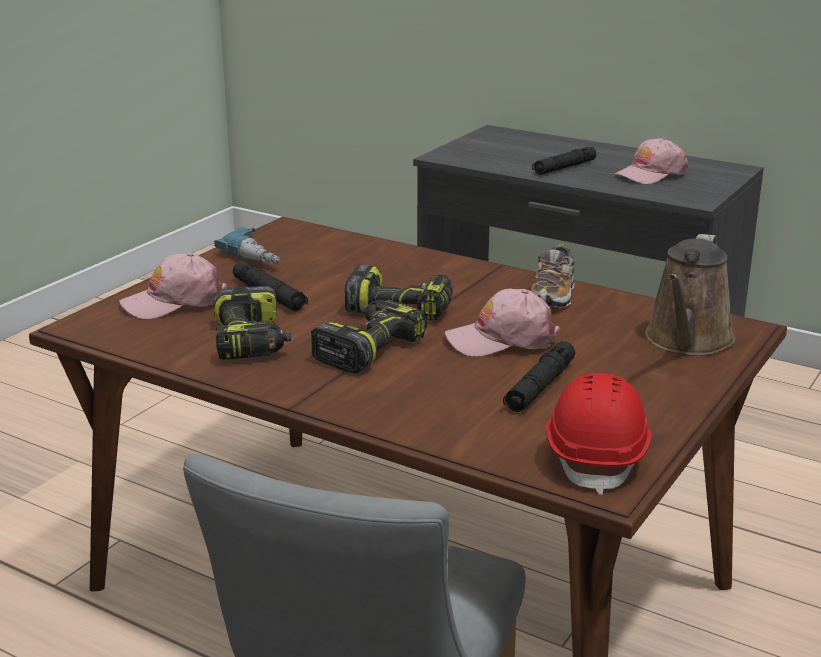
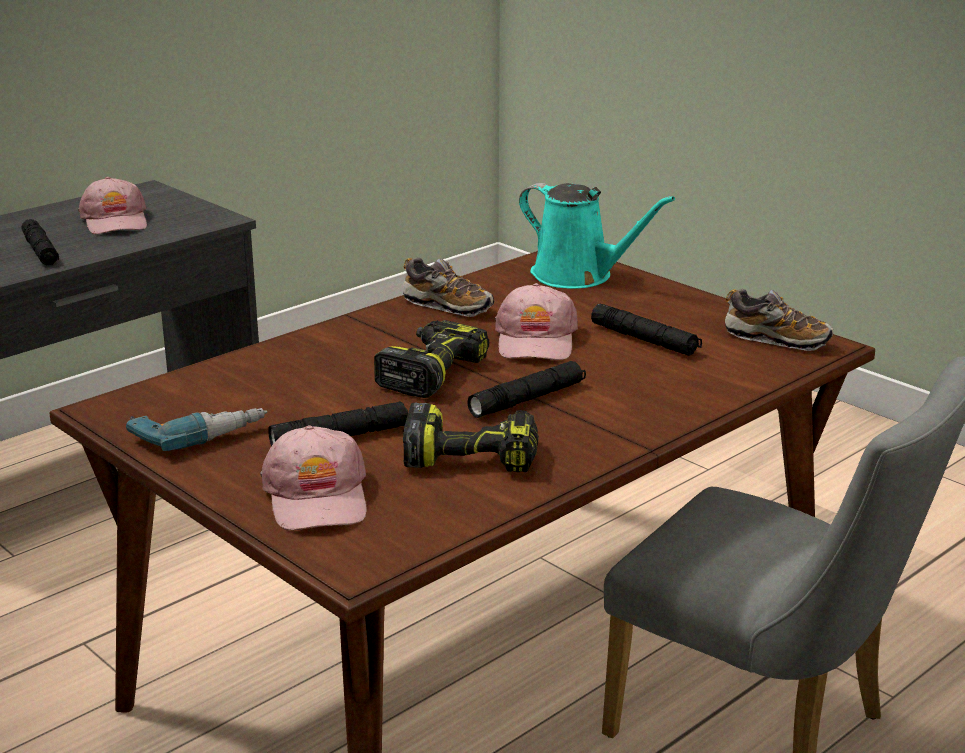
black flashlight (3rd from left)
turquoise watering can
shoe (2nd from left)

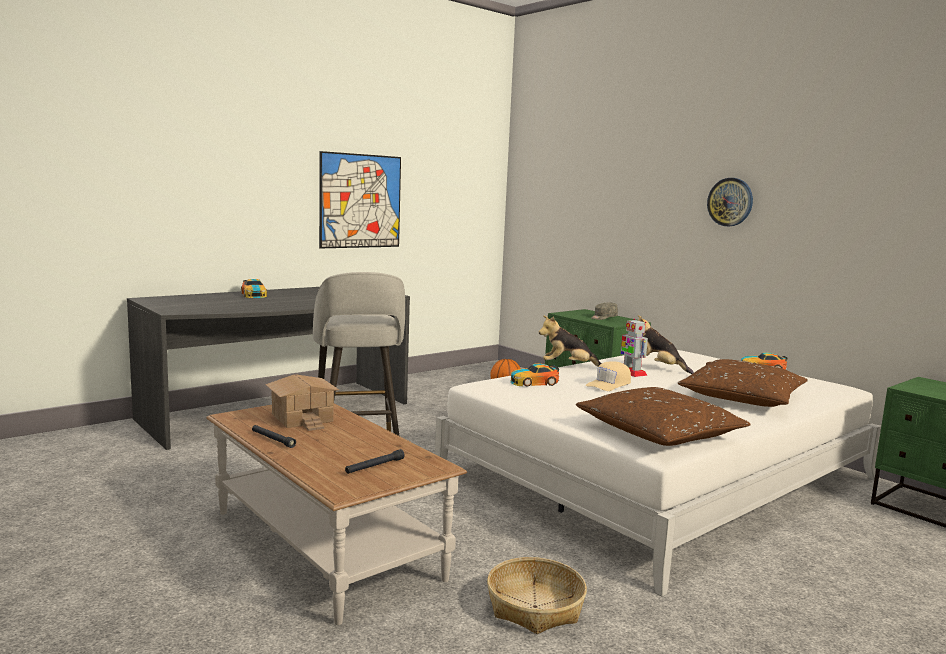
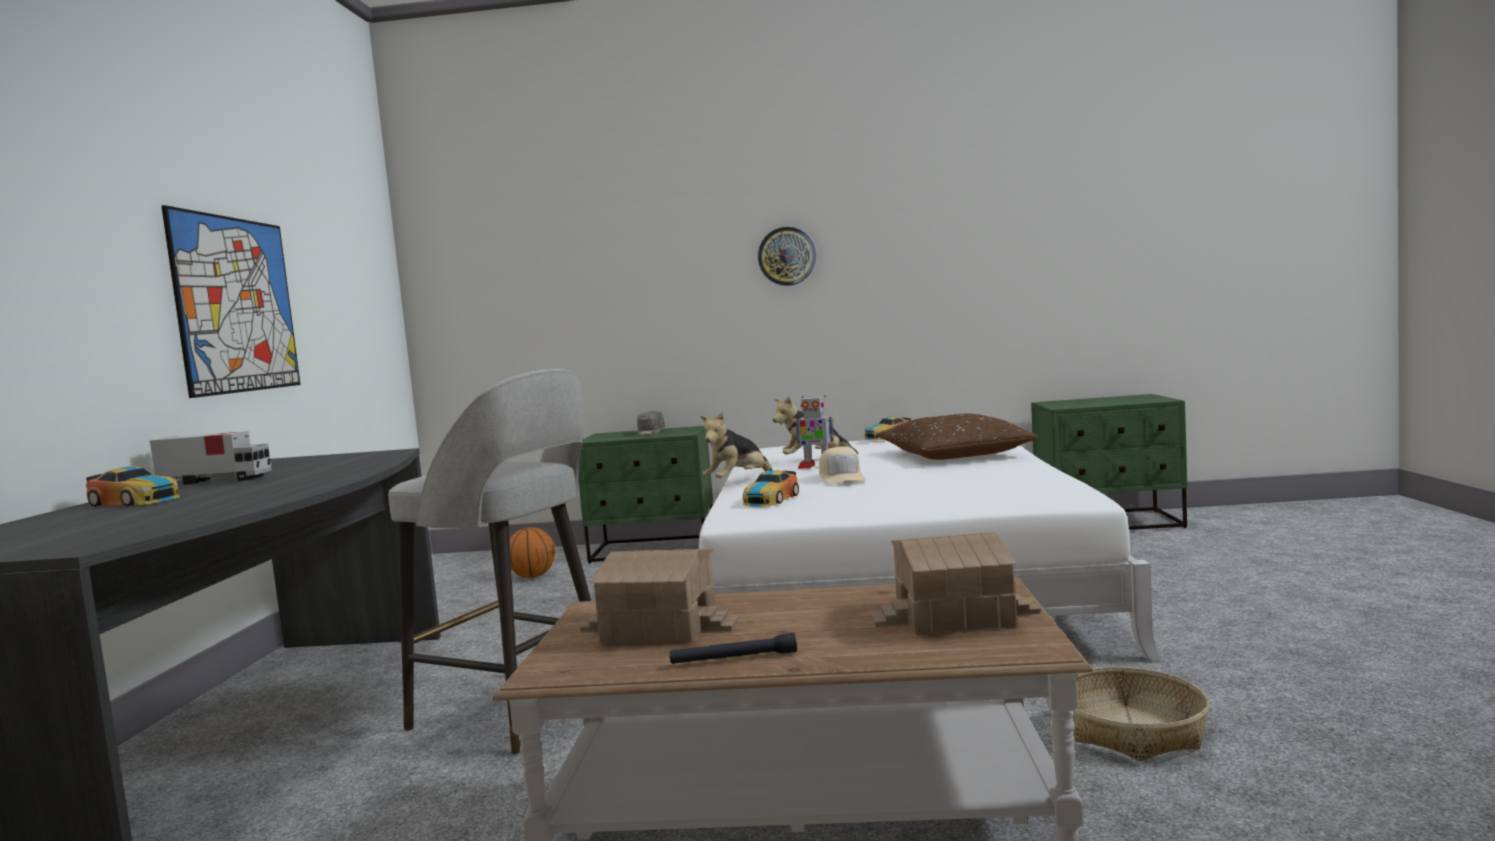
toy truck
toy house (2nd from left)
brown pillow (1st from left in the first image)

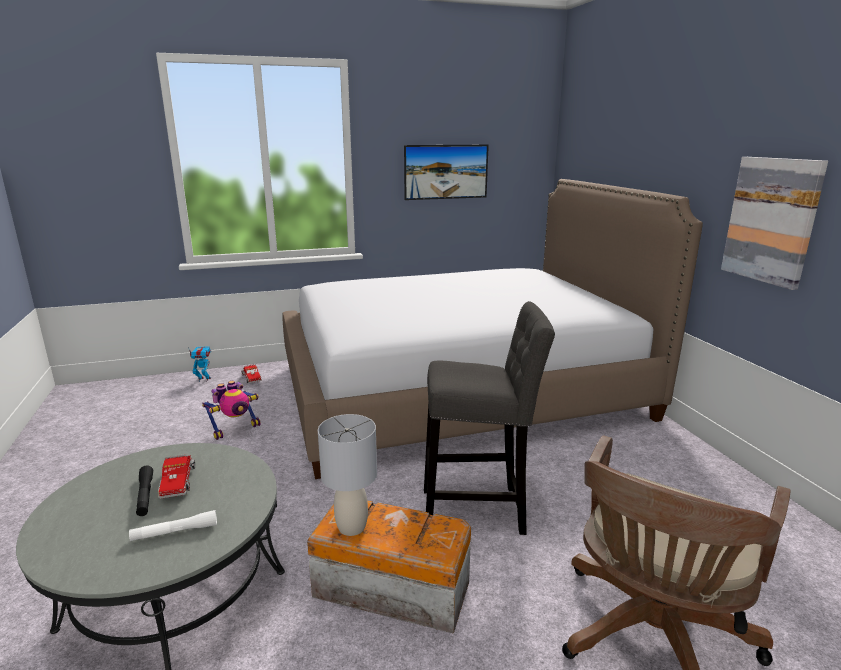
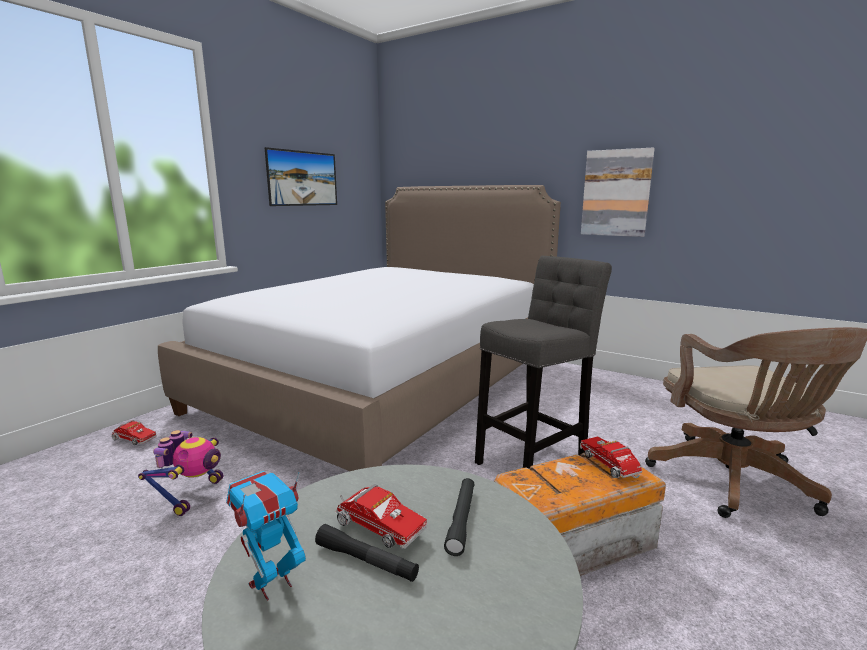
toy robot (2nd from left)
black flashlight (2nd from left)
toy truck (3rd from left)
white flashlight
grey table lamp

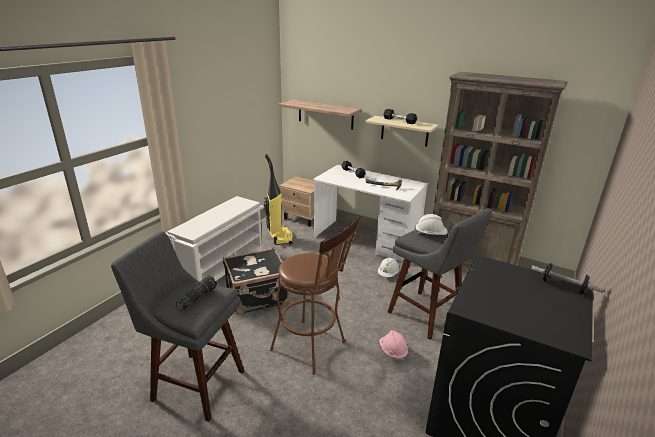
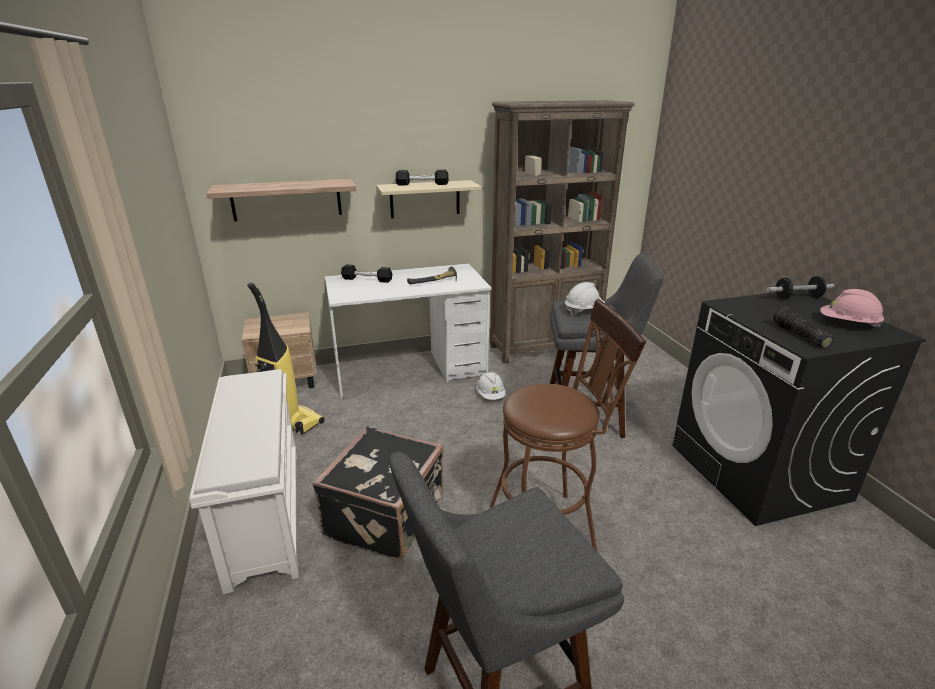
flashlight
pink hard hat

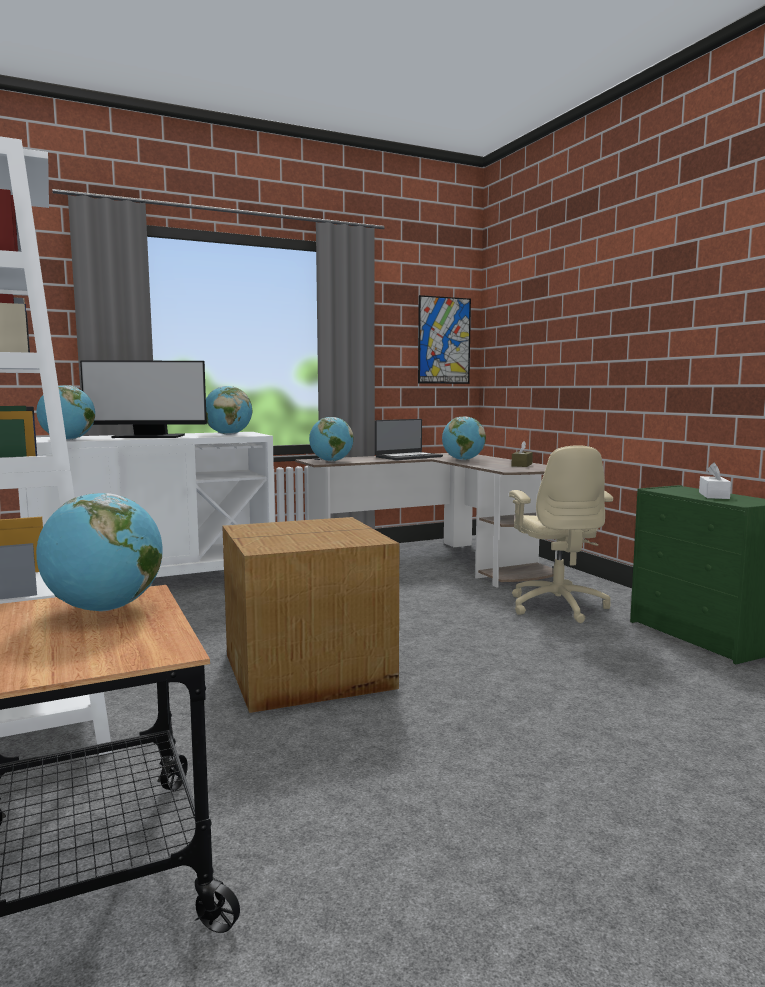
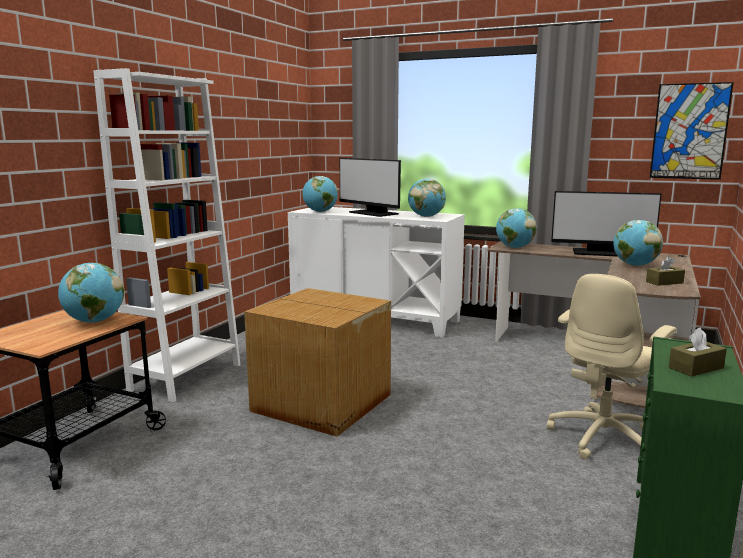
monitor (2nd from left)
brown tissue box (2nd from left)

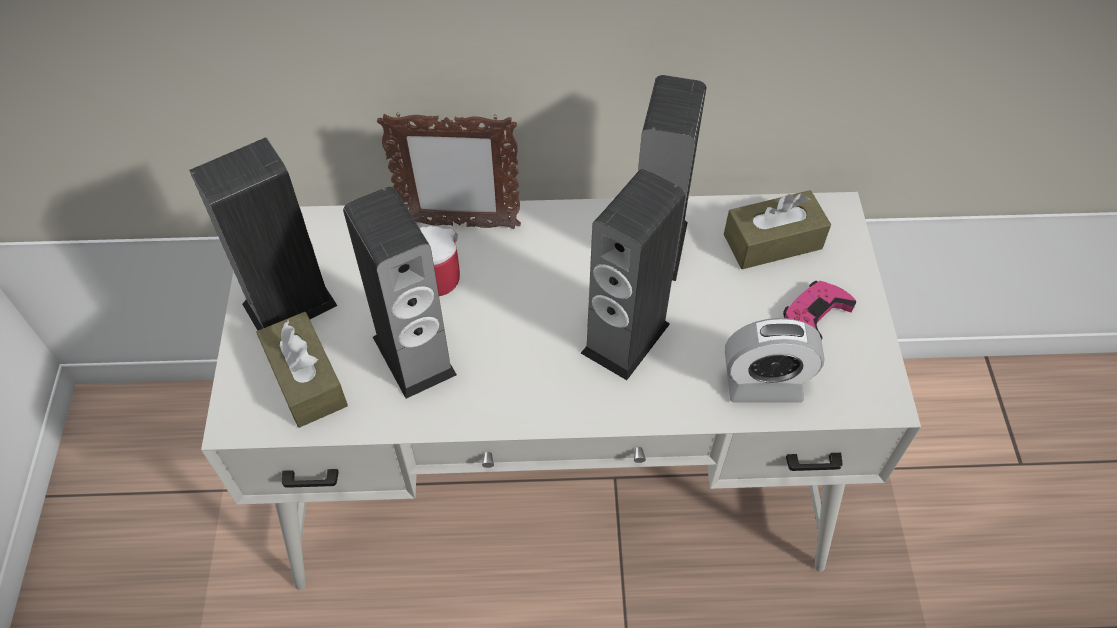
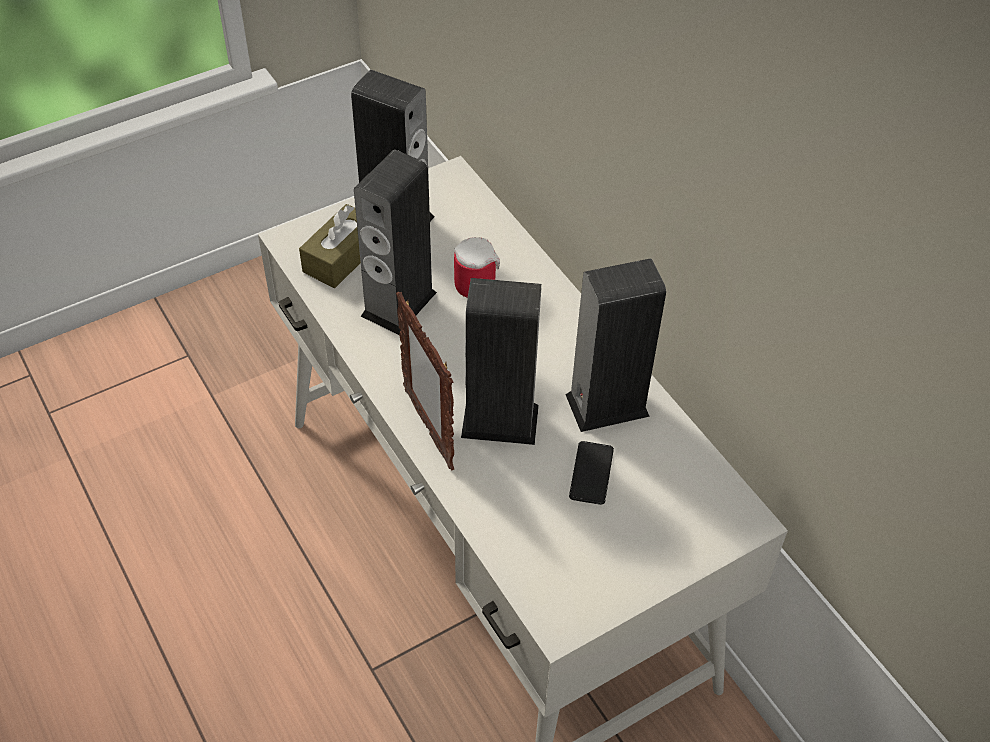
picture frame
phone
brown tissue box (2nd from left in the first image)
alarm clock
pink game controller

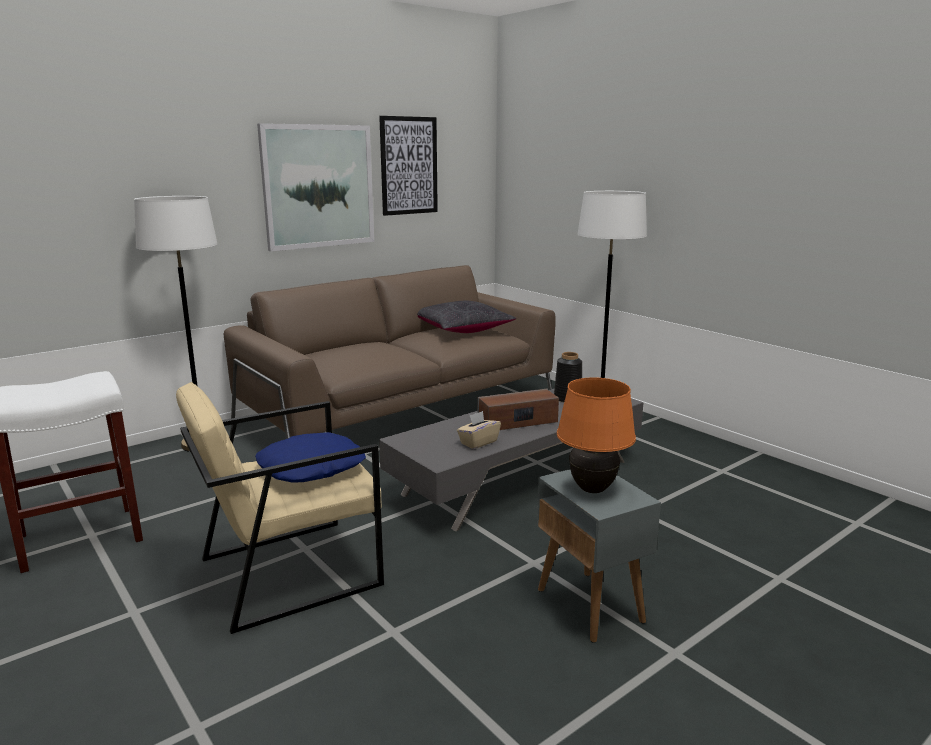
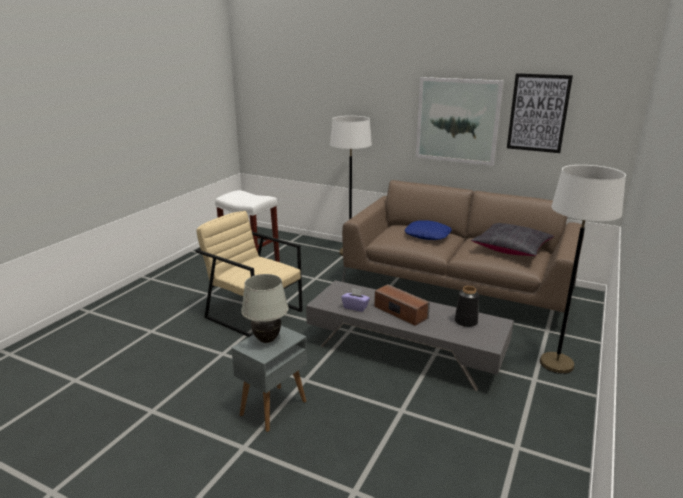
white table lamp
purple tissue box
blue pillow

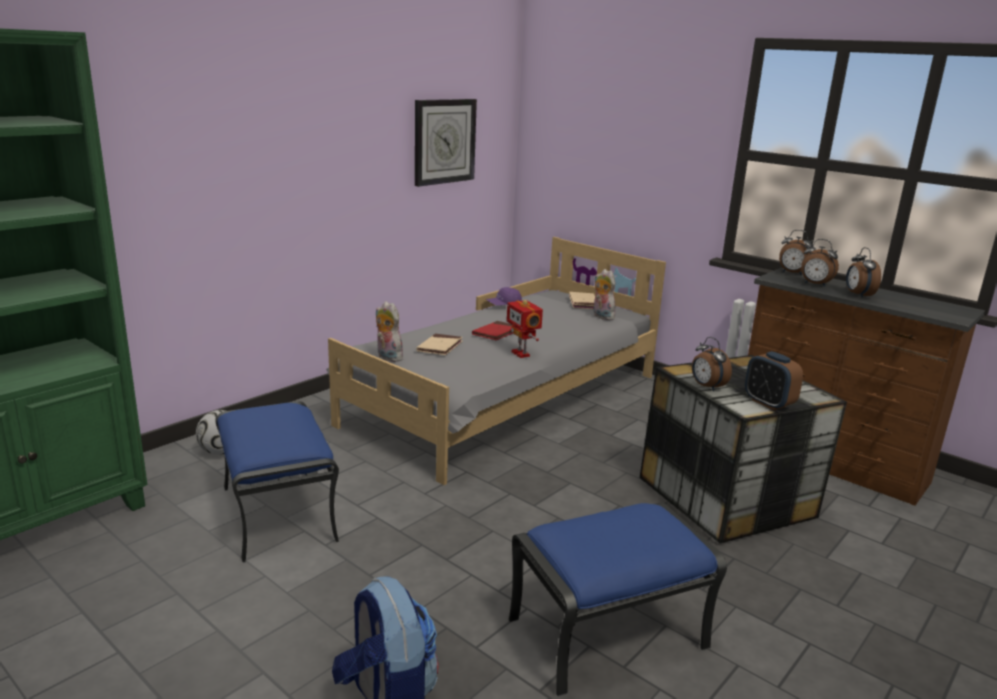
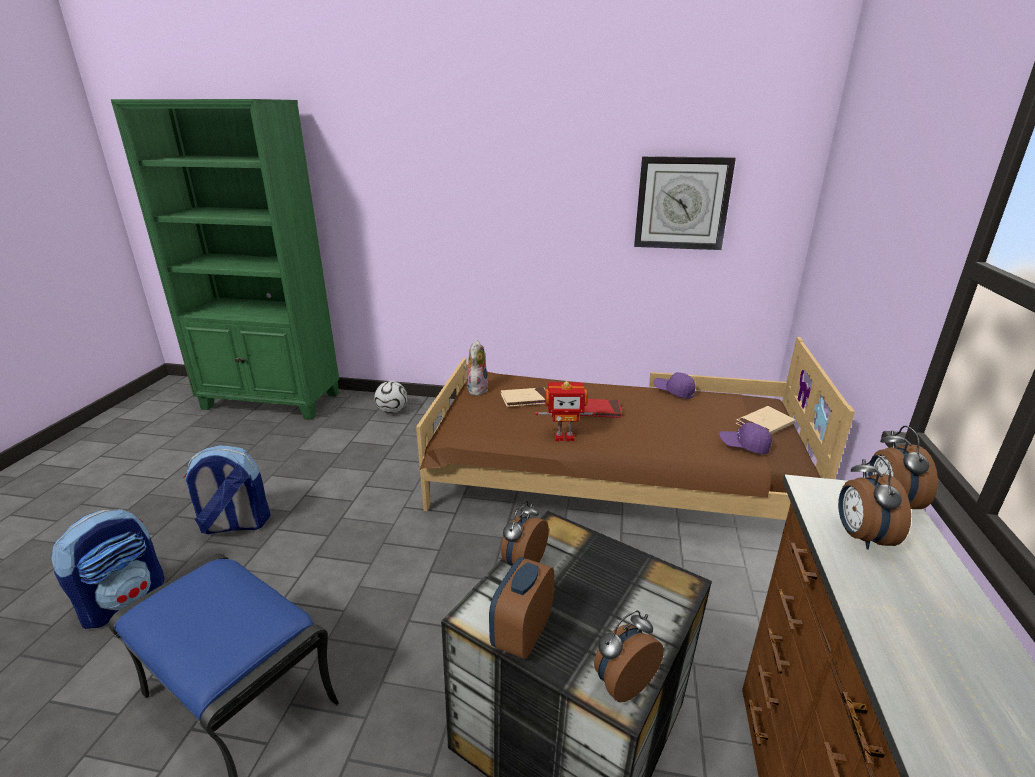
backpack (2nd from left)
brown bed
toy robot
alarm clock (3rd from left)
purple cap (2nd from left)
blue ottoman (1st from left in the first image)

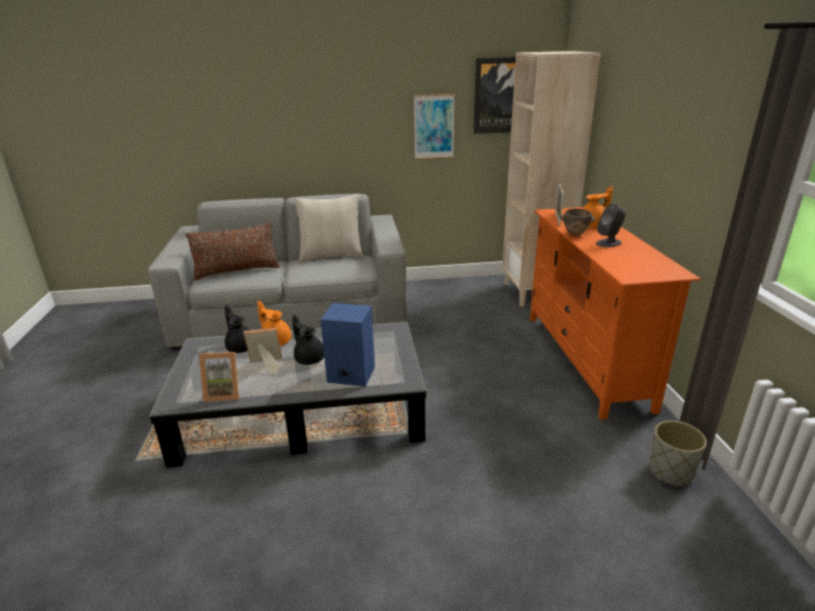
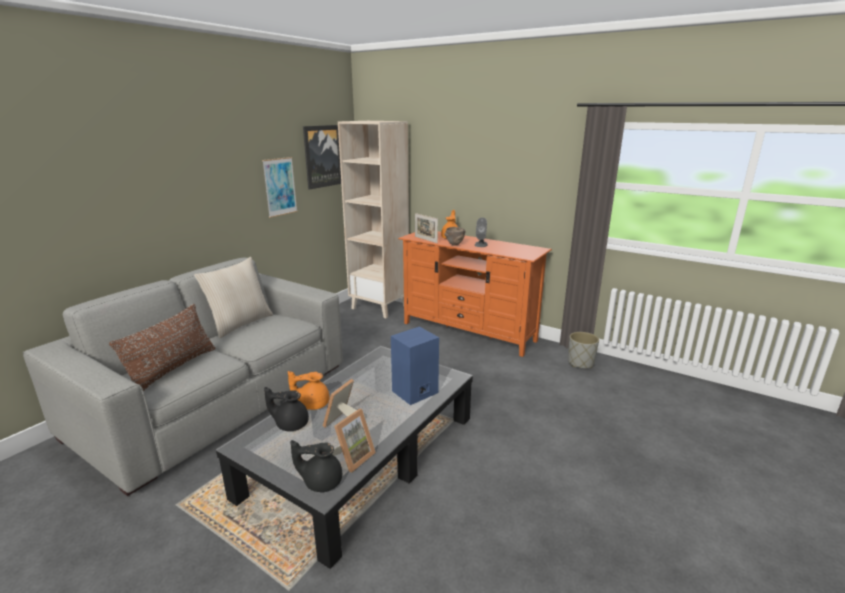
black teapot (2nd from left)

